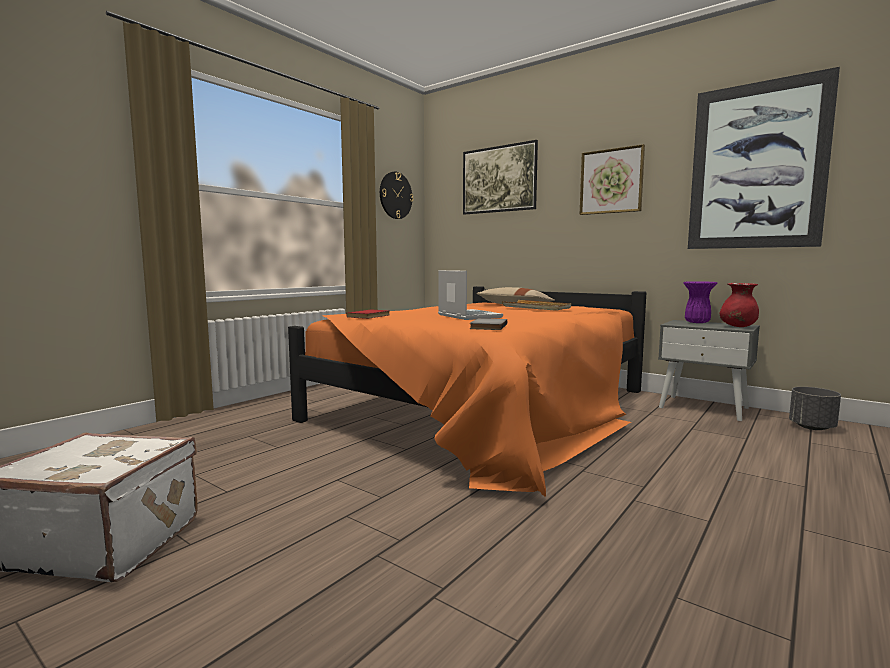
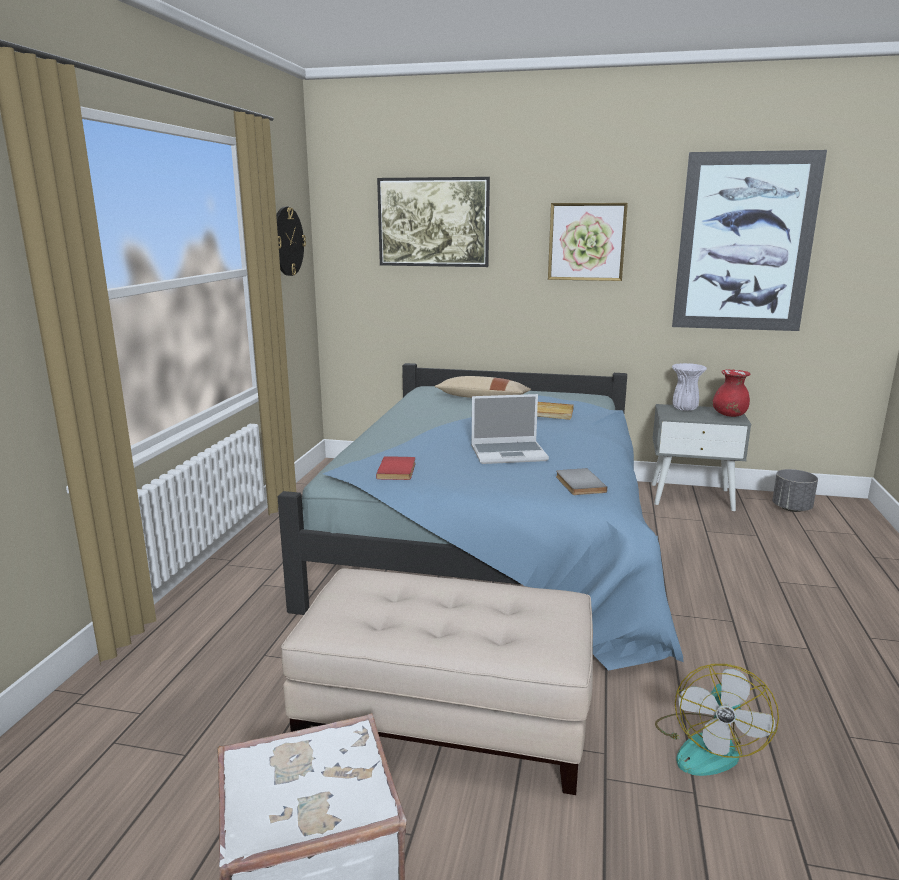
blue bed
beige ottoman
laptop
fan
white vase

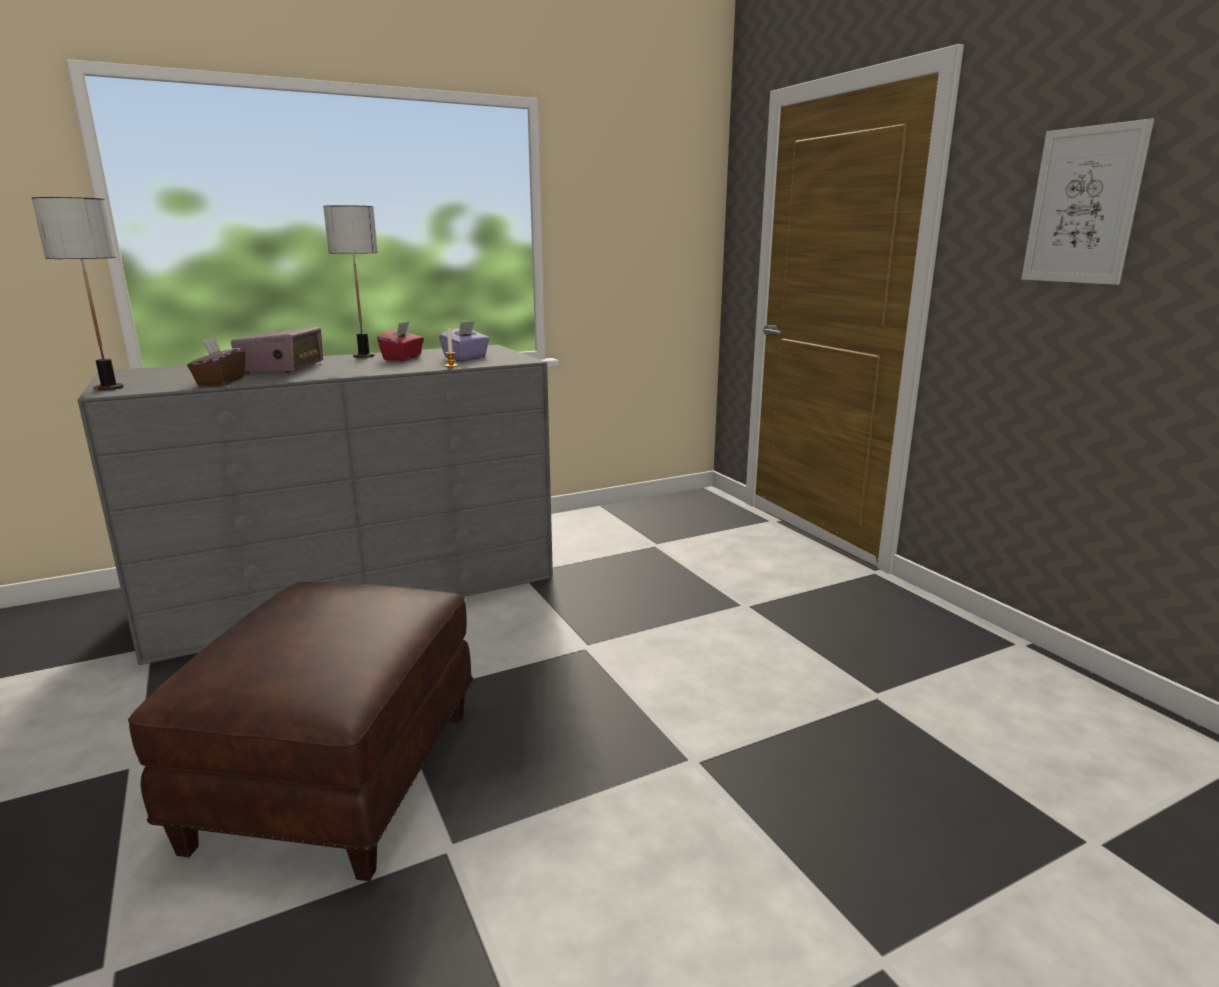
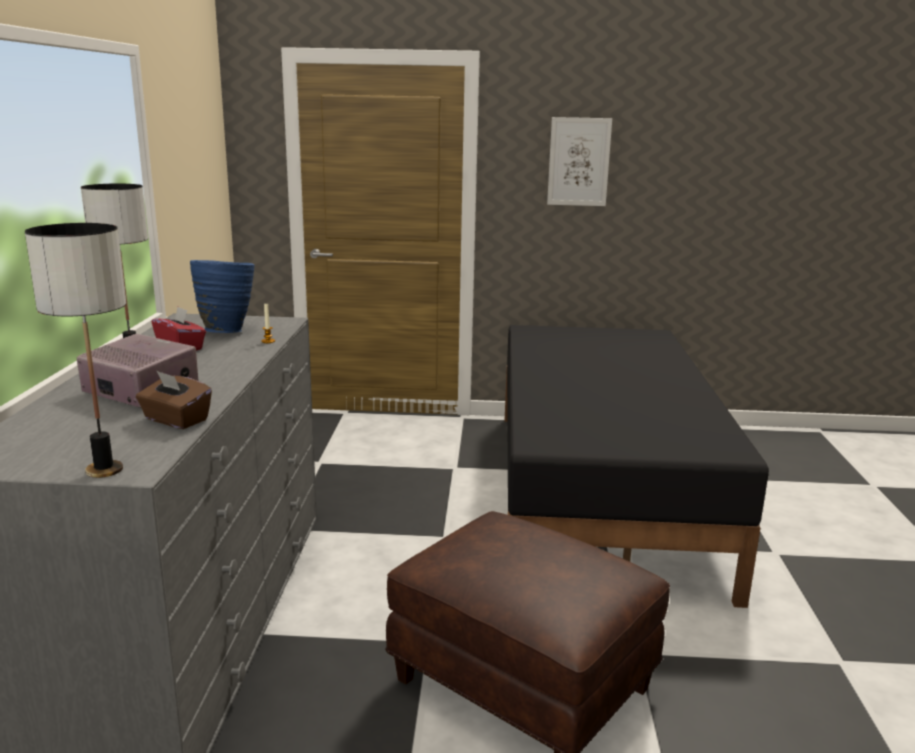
blue vase
black bed

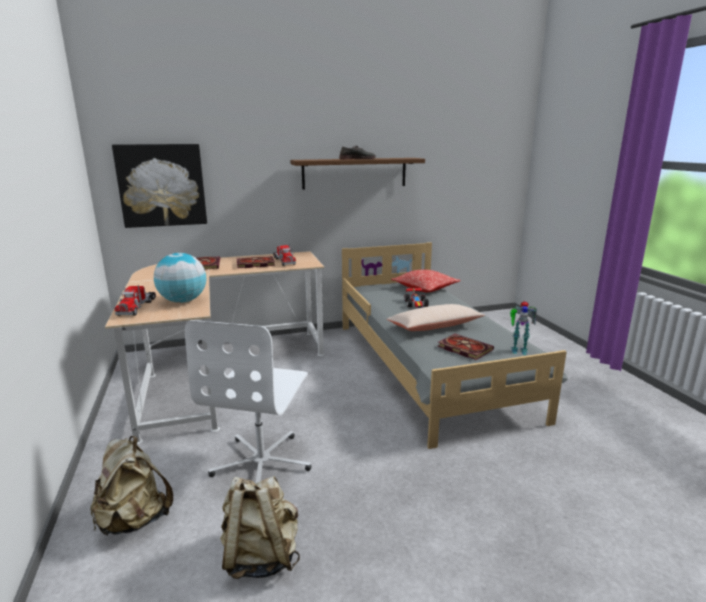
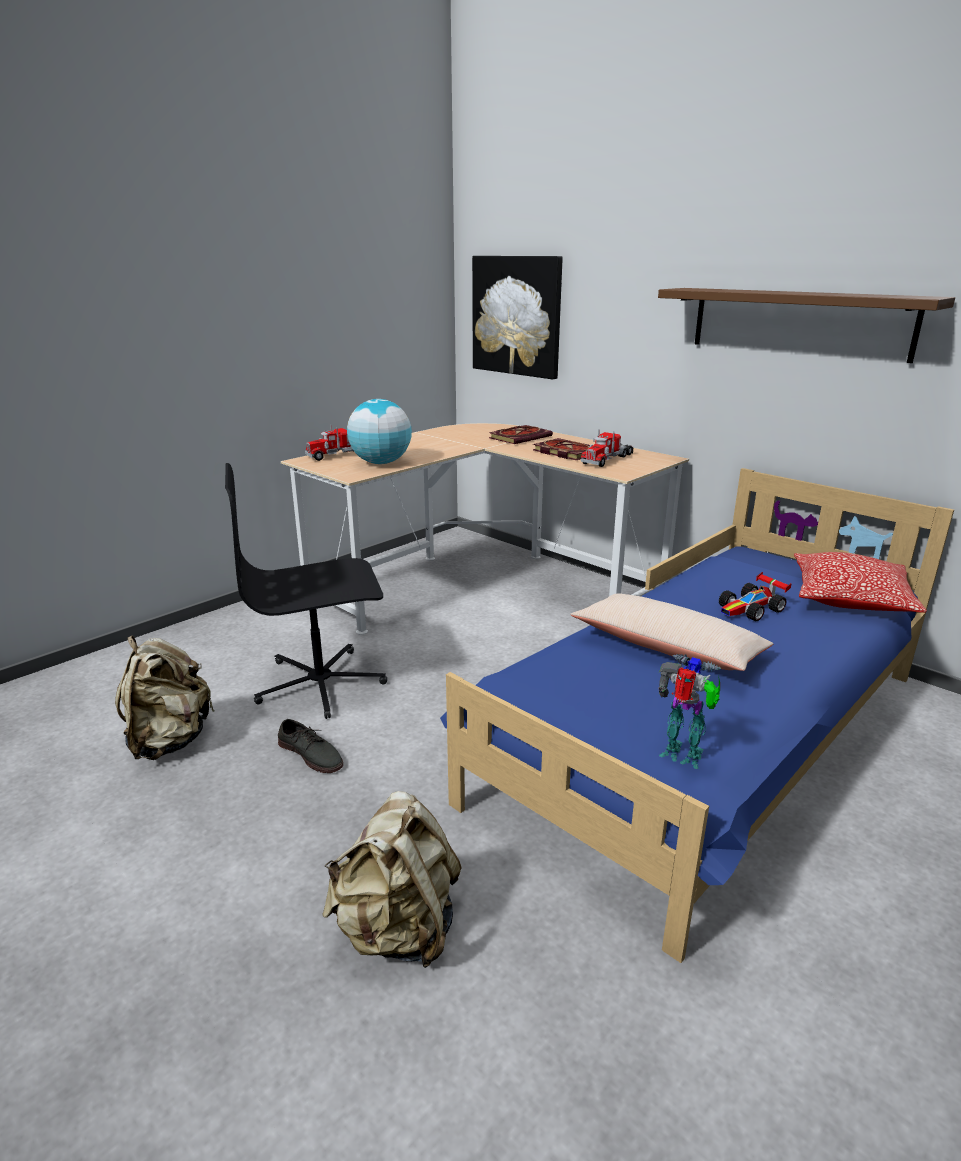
black office chair
grey shoe
beige backpack (2nd from left)
blue bed
toy robot
book (3rd from left in the first image)

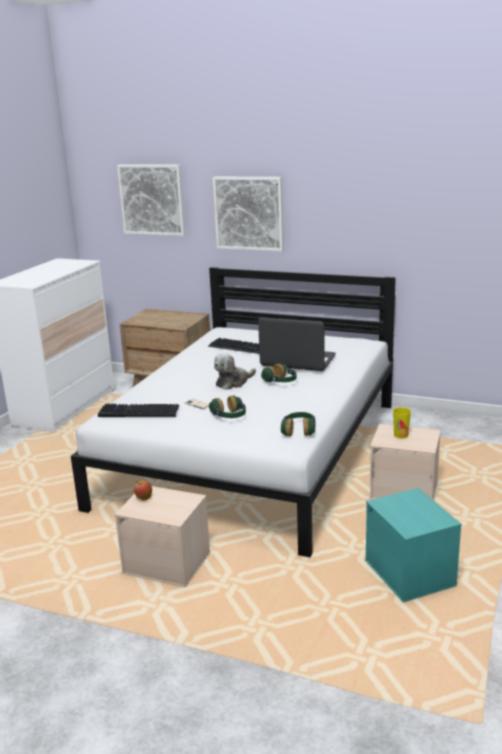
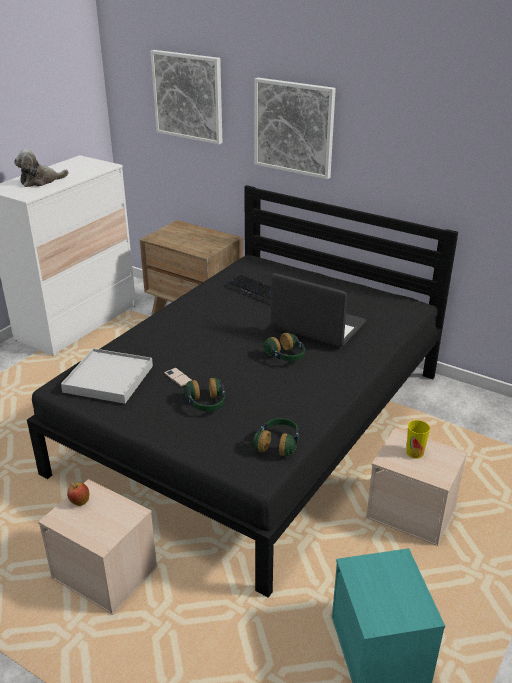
plush toy
black bed
white tray

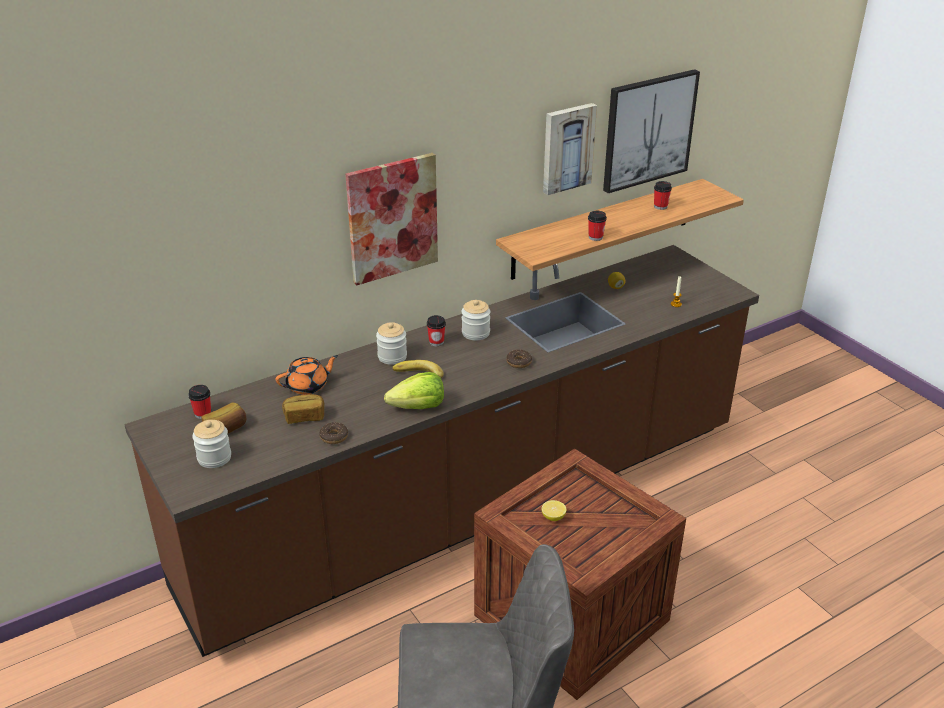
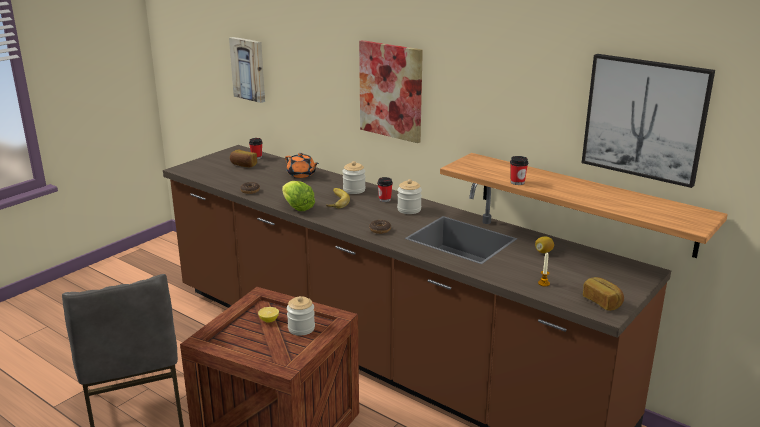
picture (1st from left)
jar (1st from left)
bread (2nd from left)
cup (4th from left in the first image)

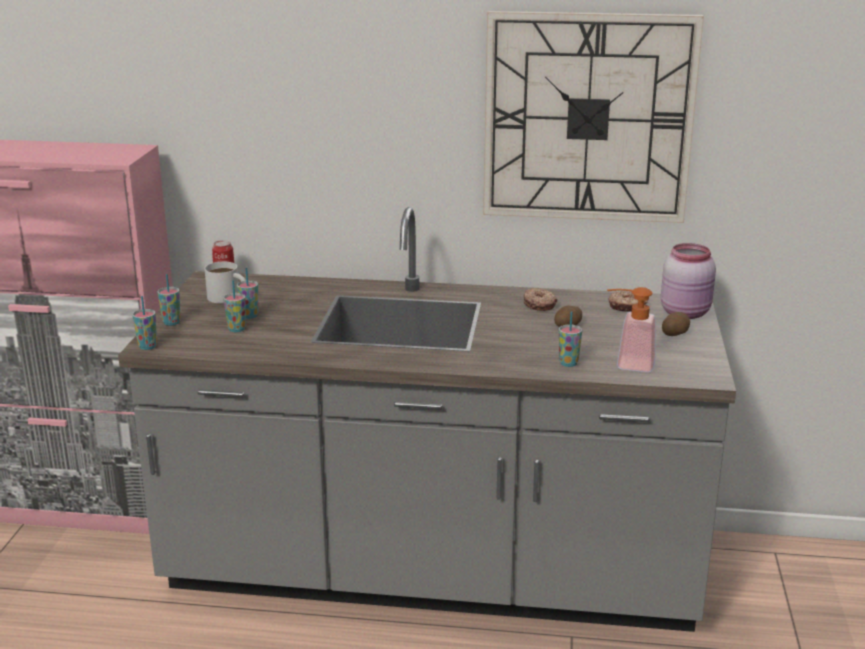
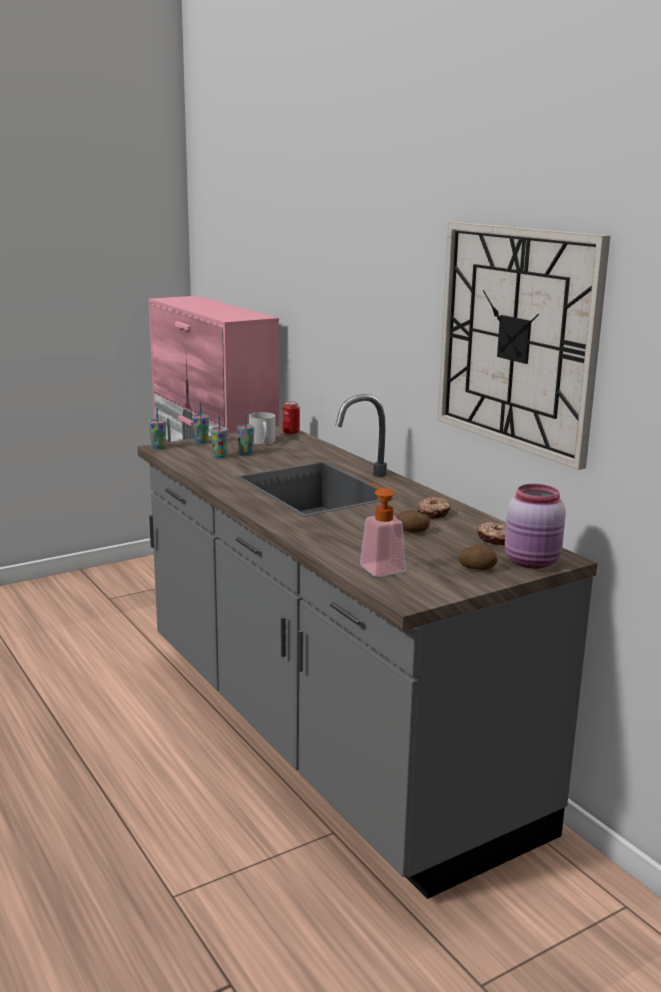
cup (5th from left in the first image)

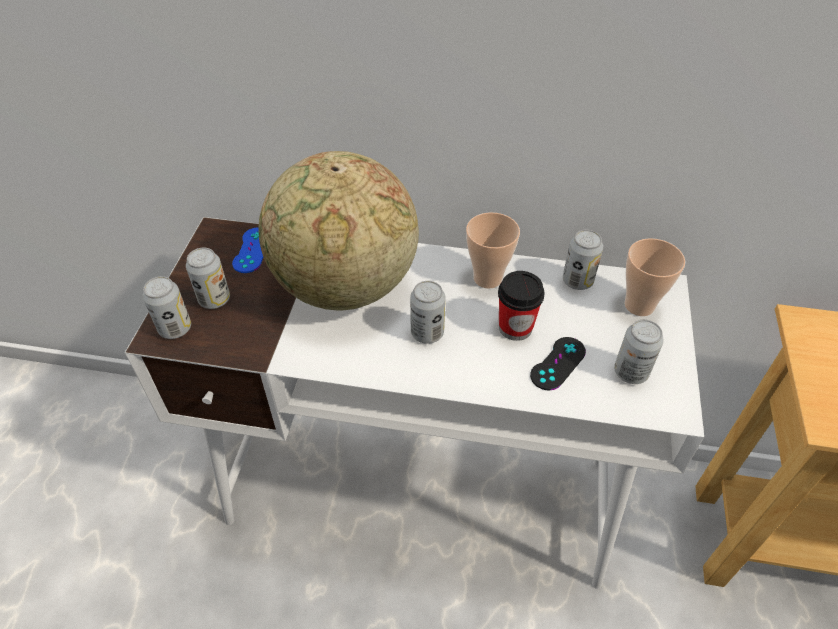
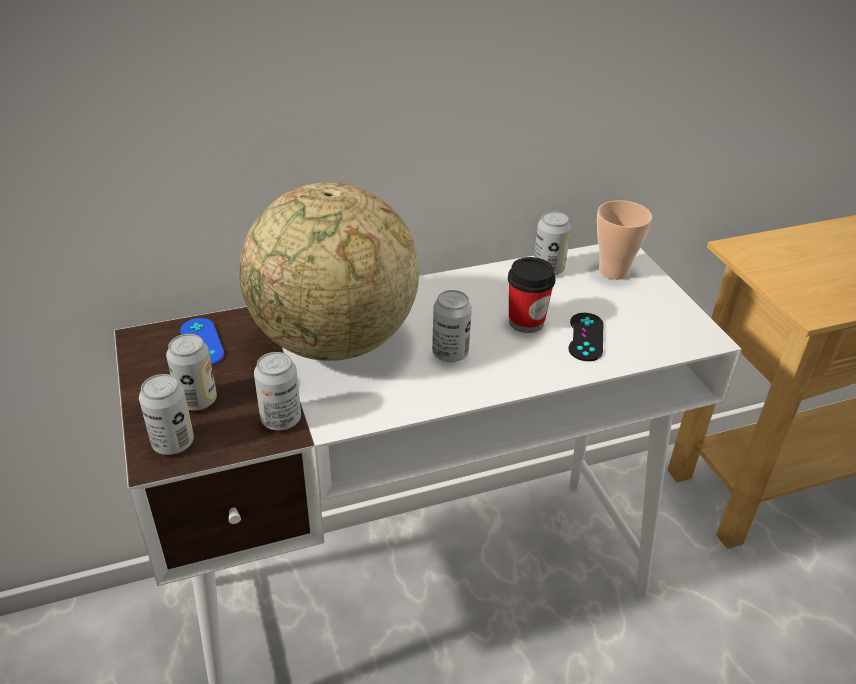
can (3rd from left)
cup (1st from left in the first image)

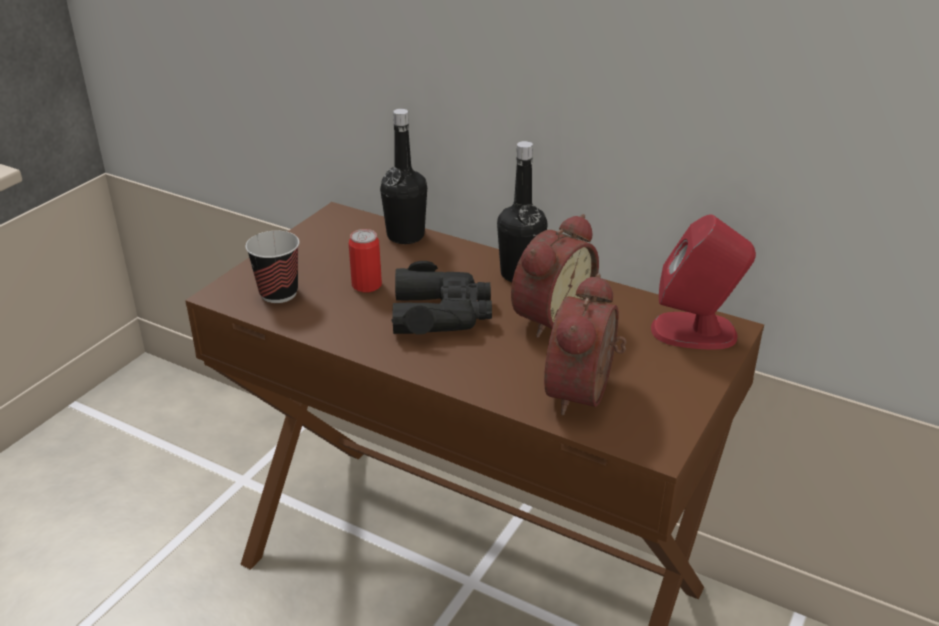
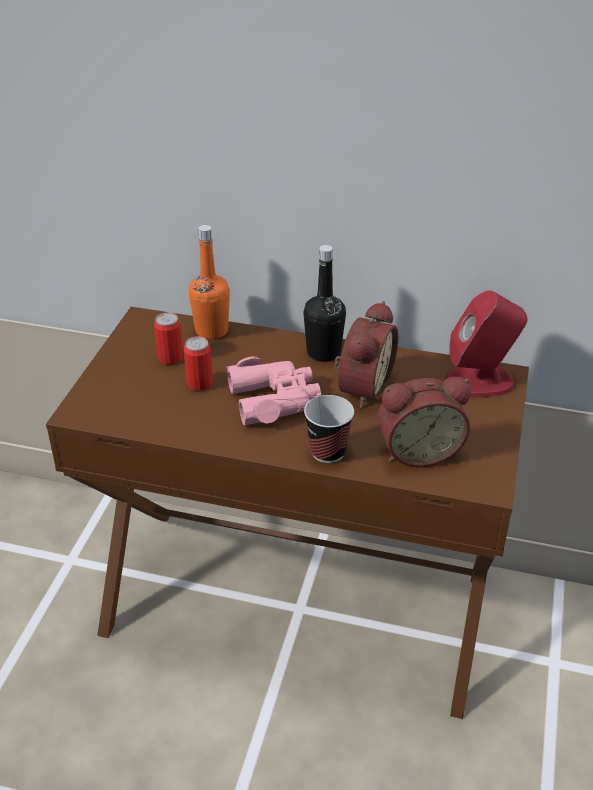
can (1st from left)
orange bottle
pink binoculars
cup
alarm clock (2nd from left)

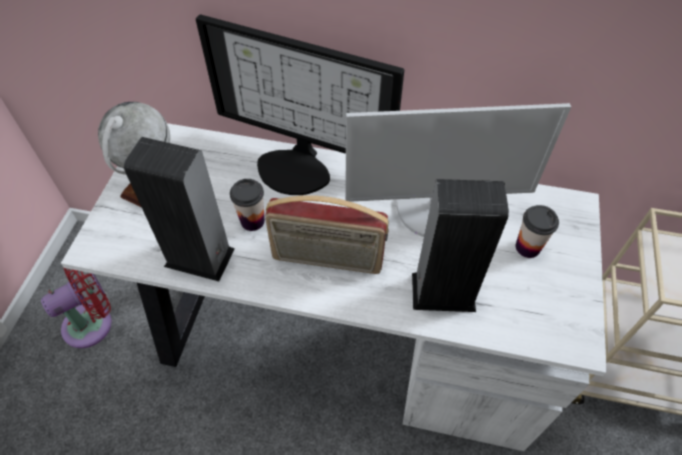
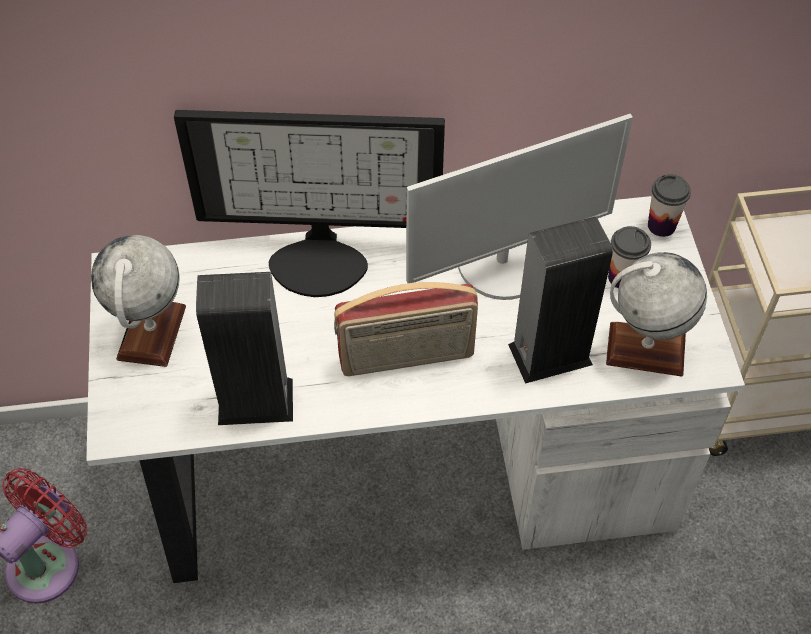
globe (2nd from left)
cup (2nd from left)

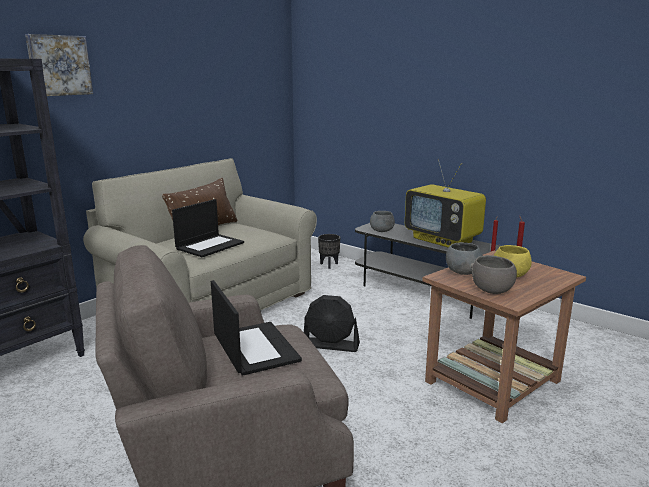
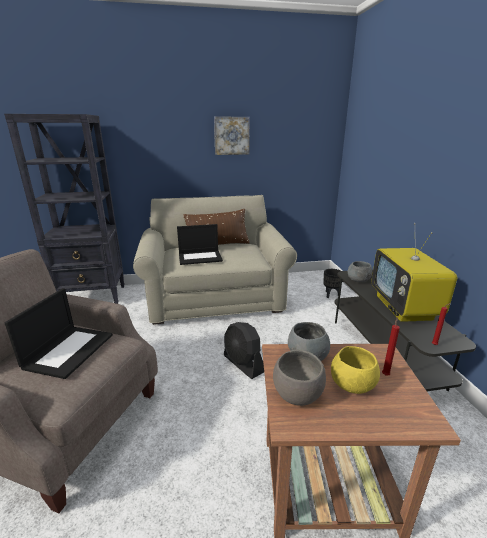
picture

